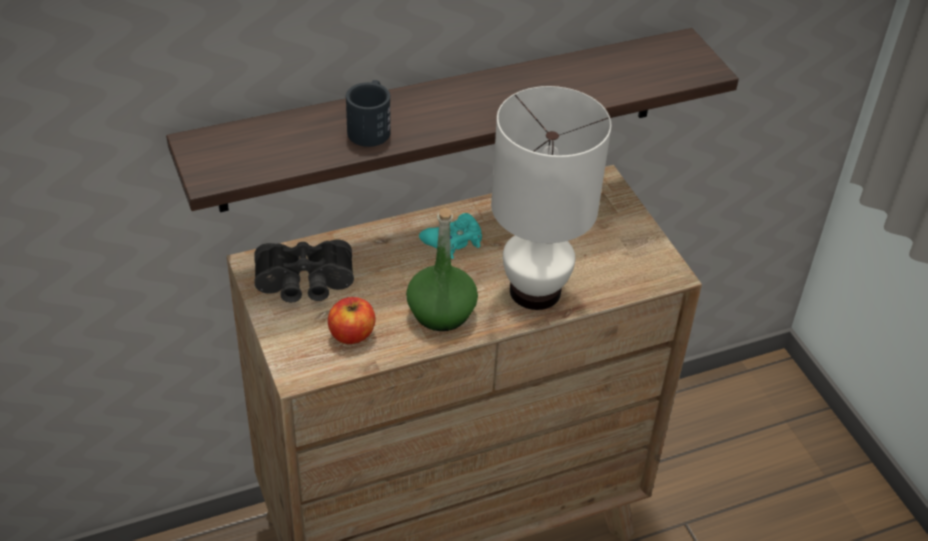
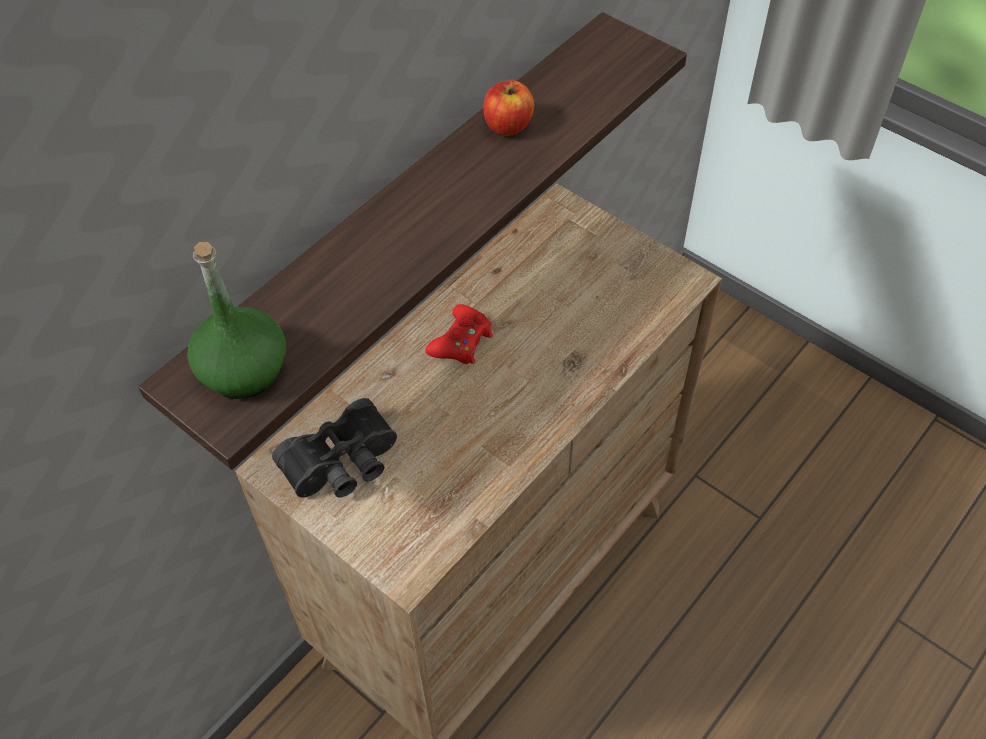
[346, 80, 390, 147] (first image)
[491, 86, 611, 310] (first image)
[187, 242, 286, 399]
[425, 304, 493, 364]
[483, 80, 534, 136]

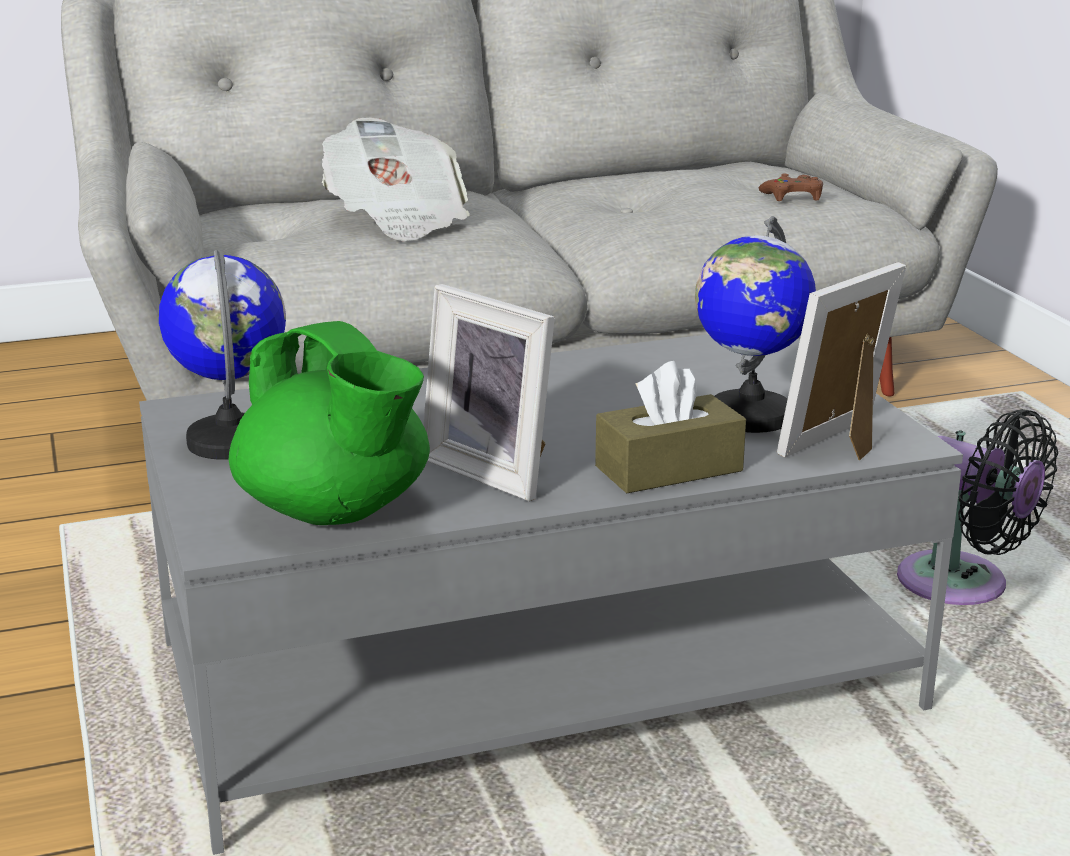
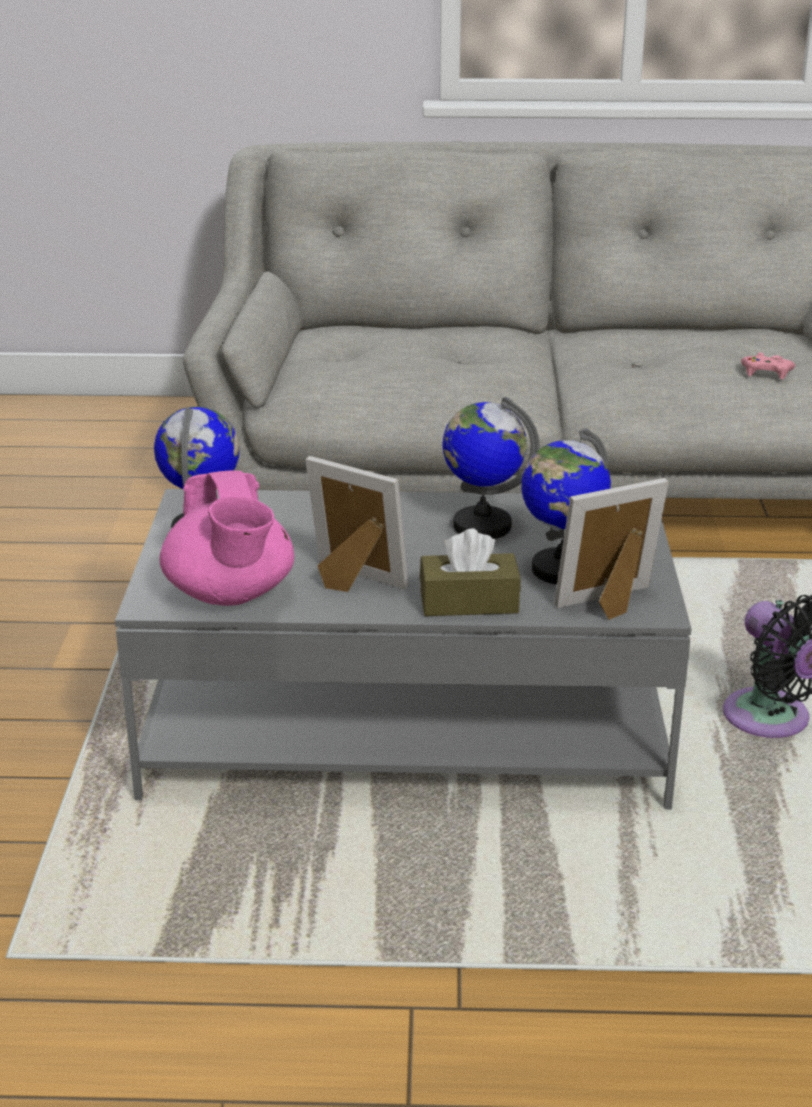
[322, 117, 470, 241] (first image)
[741, 353, 795, 379]
[305, 456, 408, 592]
[160, 470, 294, 606]
[442, 397, 540, 539]

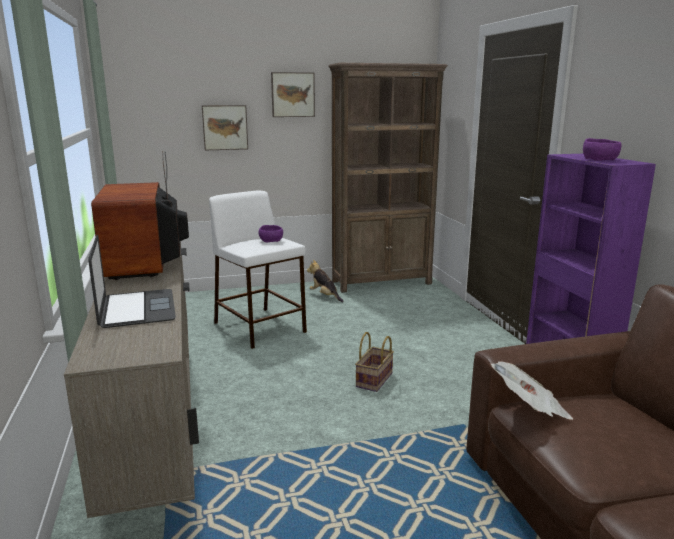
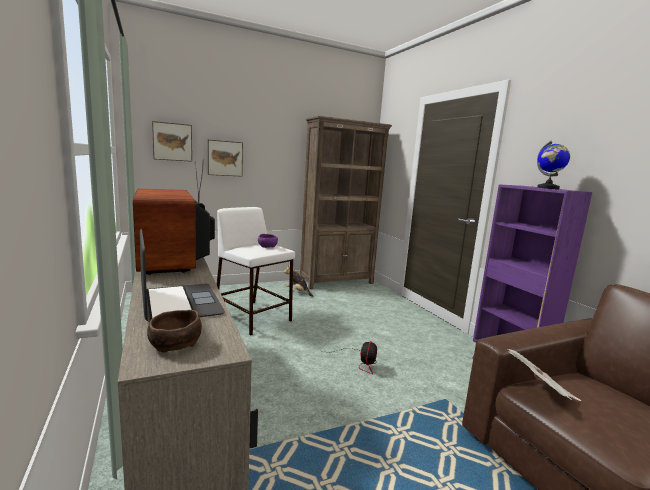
[152, 121, 192, 162]
[537, 140, 570, 189]
[323, 341, 377, 374]
[147, 310, 202, 353]

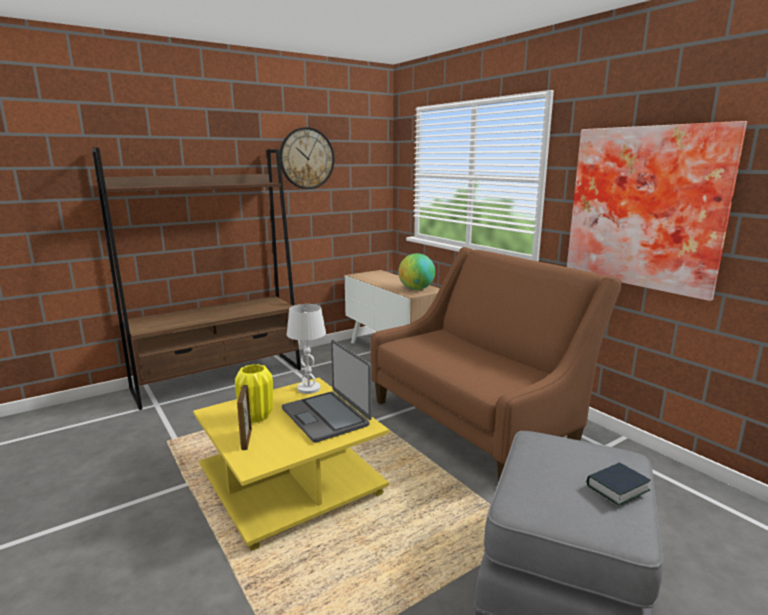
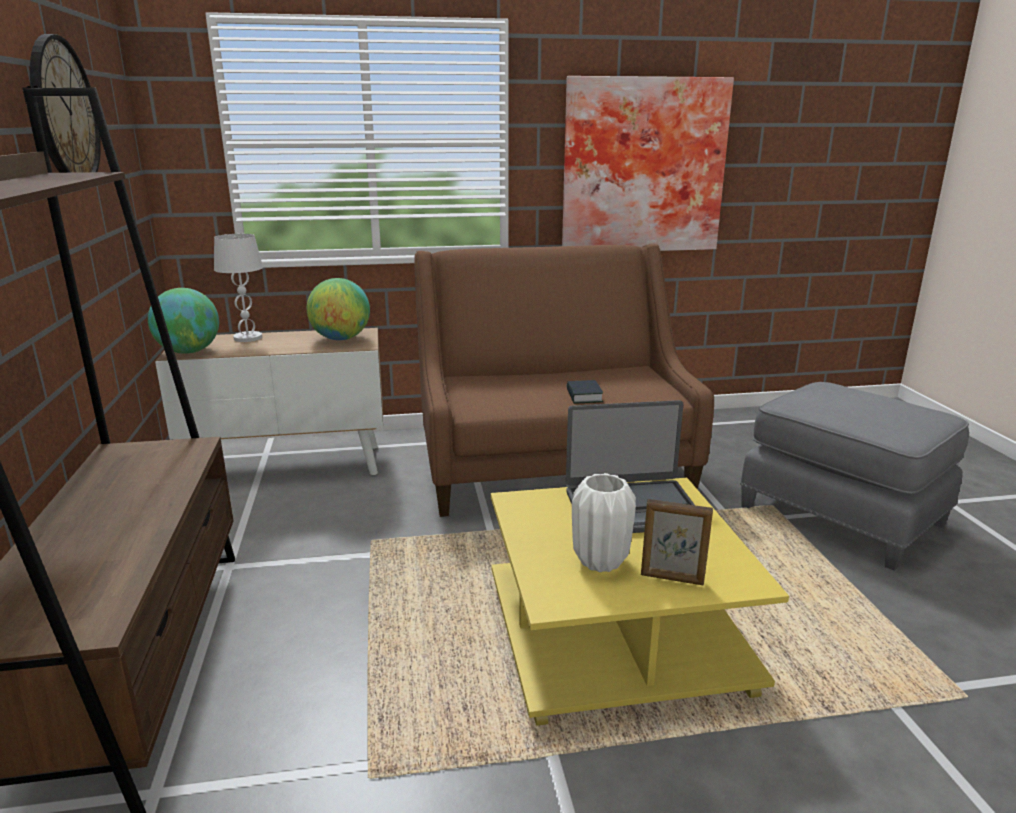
[214, 234, 263, 342]
[572, 473, 636, 572]
[567, 380, 603, 404]
[148, 288, 219, 354]

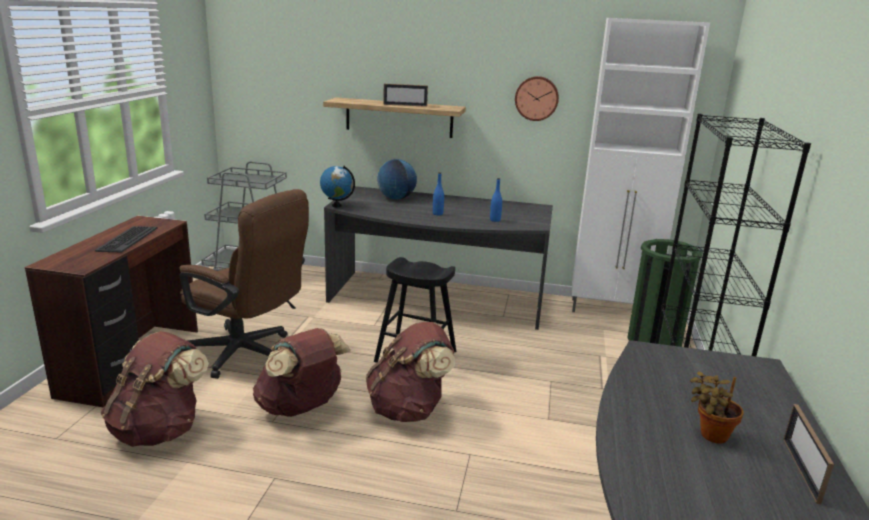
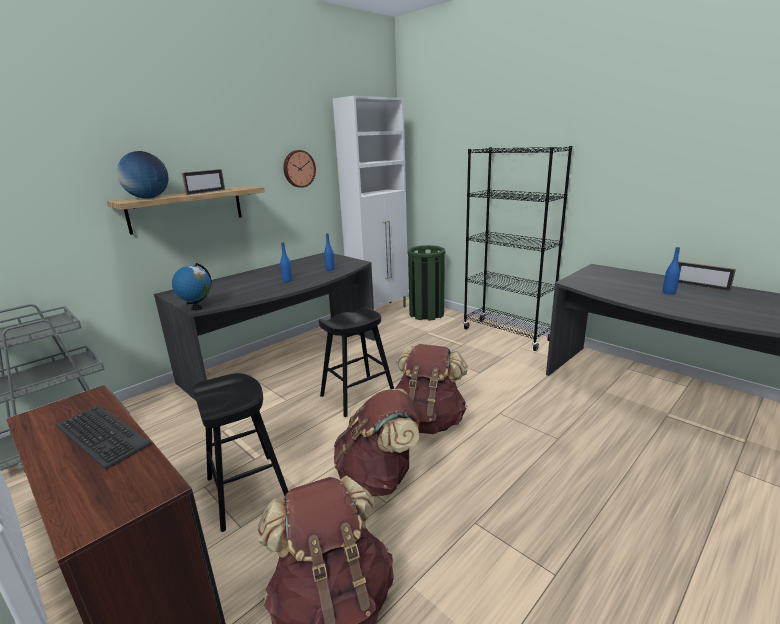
[117, 151, 169, 199]
[194, 373, 289, 532]
[663, 247, 680, 295]

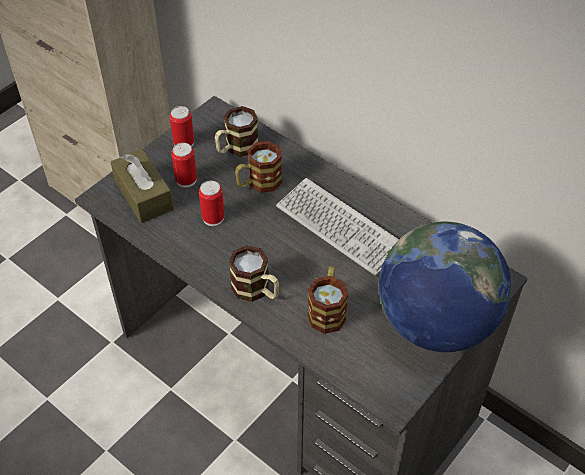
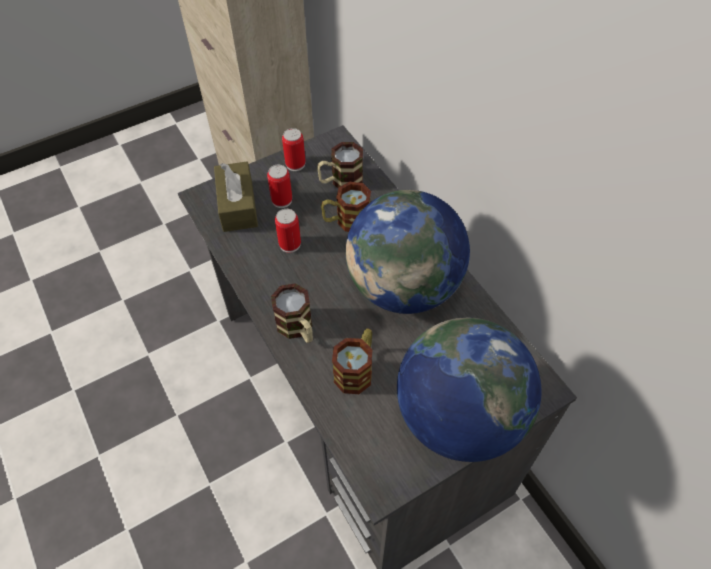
[346, 190, 470, 314]

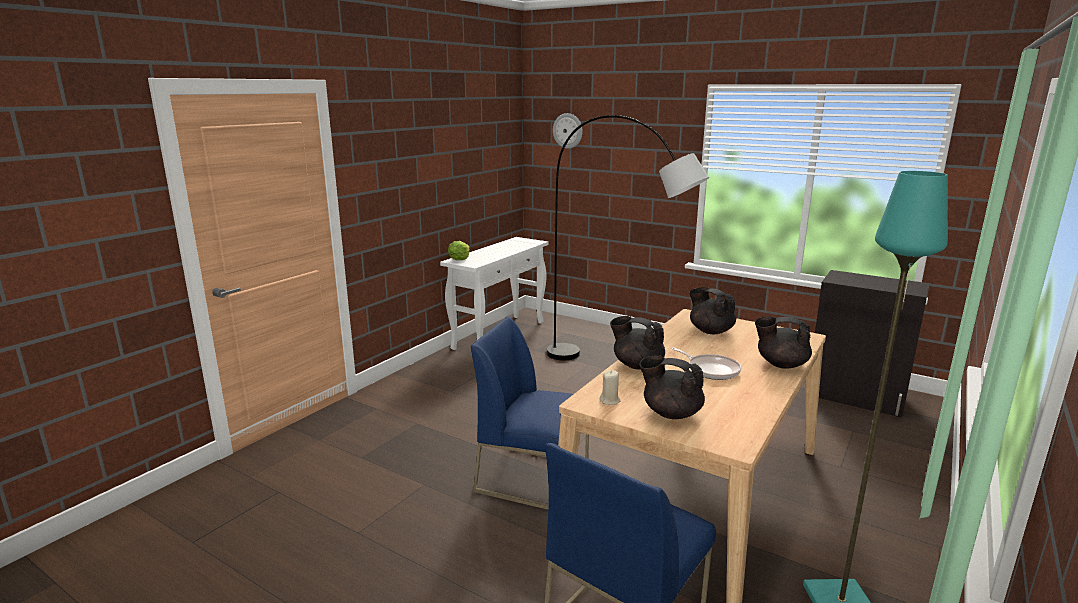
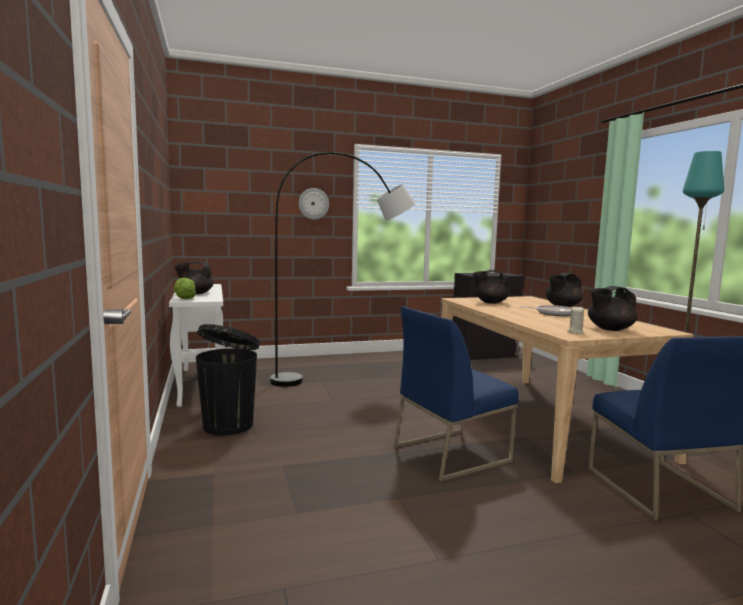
[299, 188, 329, 220]
[174, 261, 214, 294]
[196, 324, 260, 435]

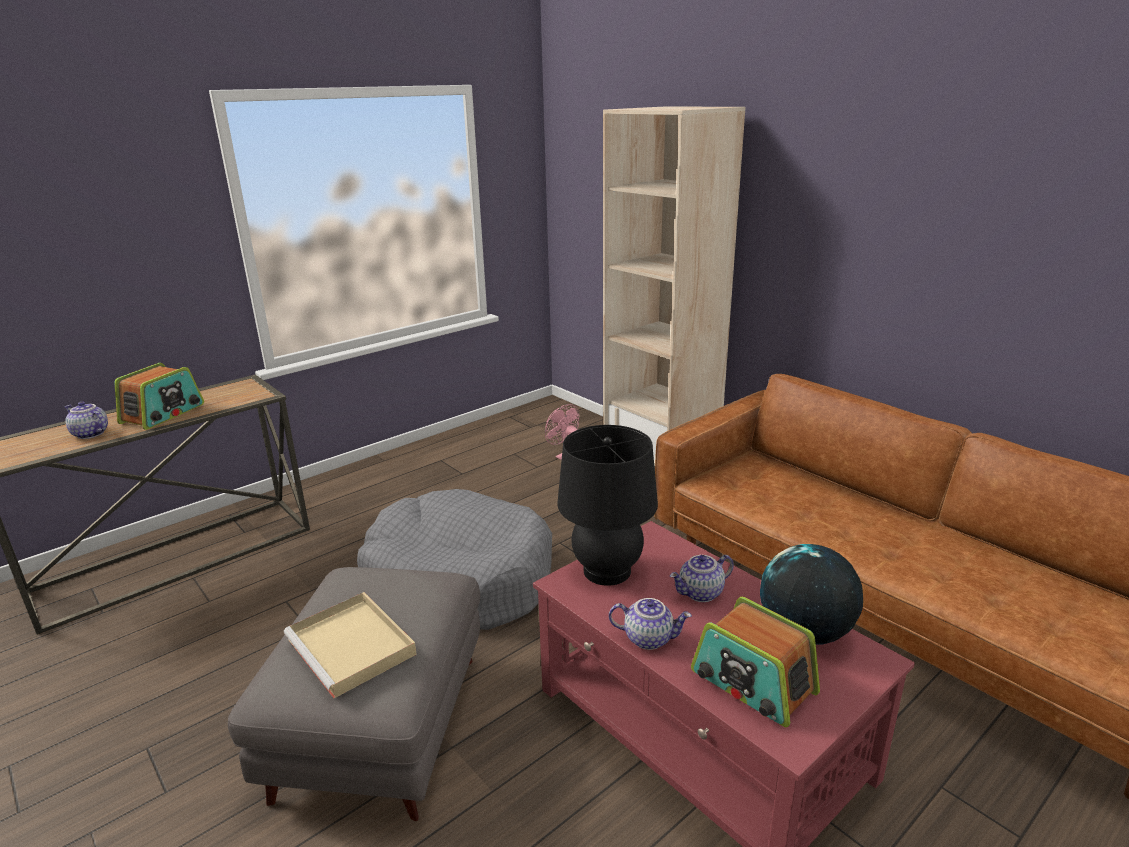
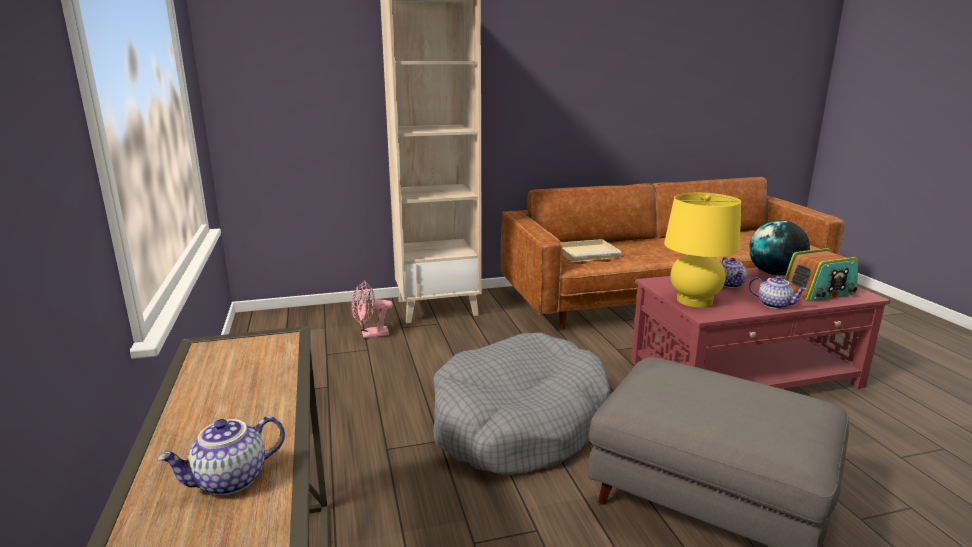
[114, 363, 204, 430] (first image)
[664, 193, 741, 308]
[561, 239, 622, 262]
[749, 276, 807, 309]

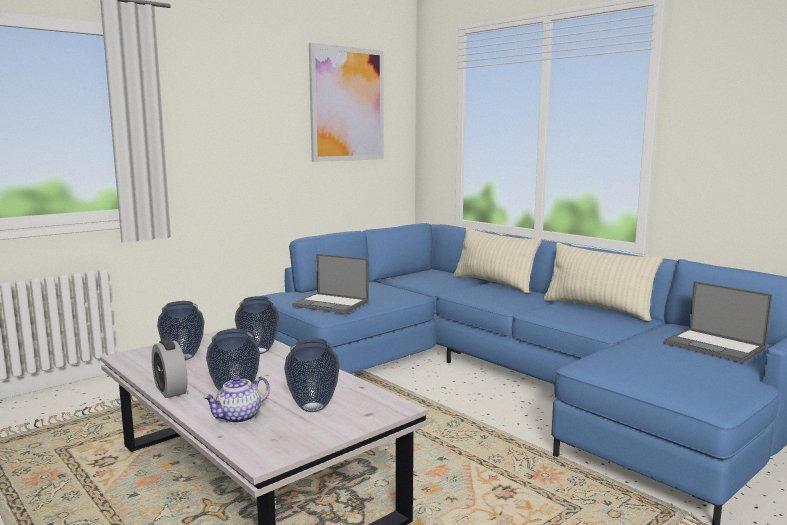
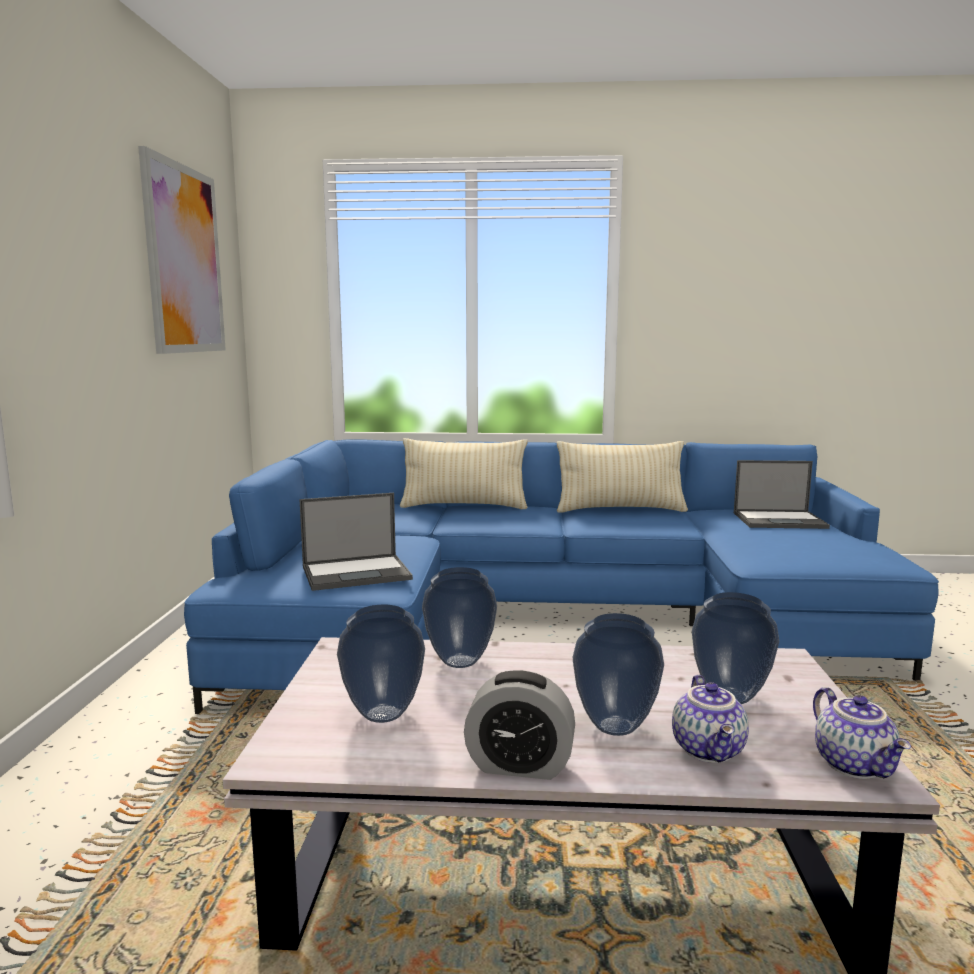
[813, 687, 911, 779]

